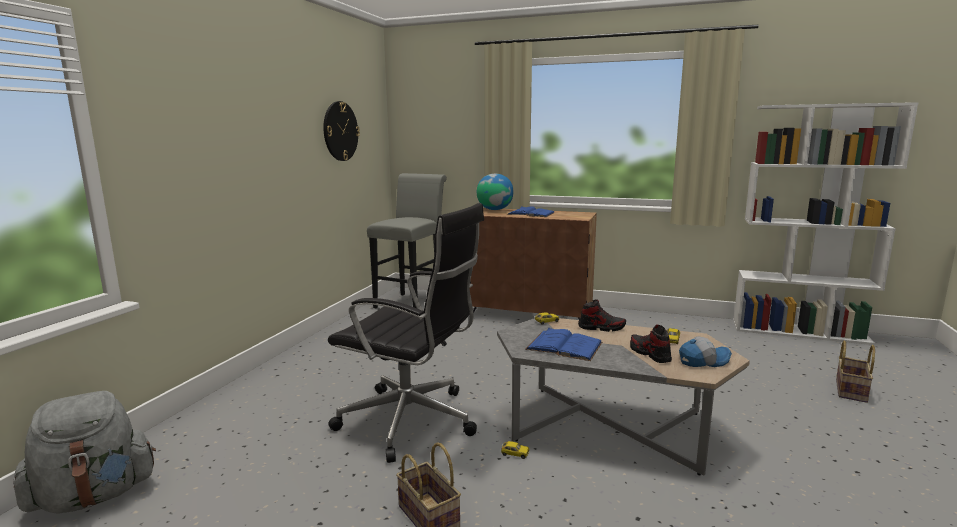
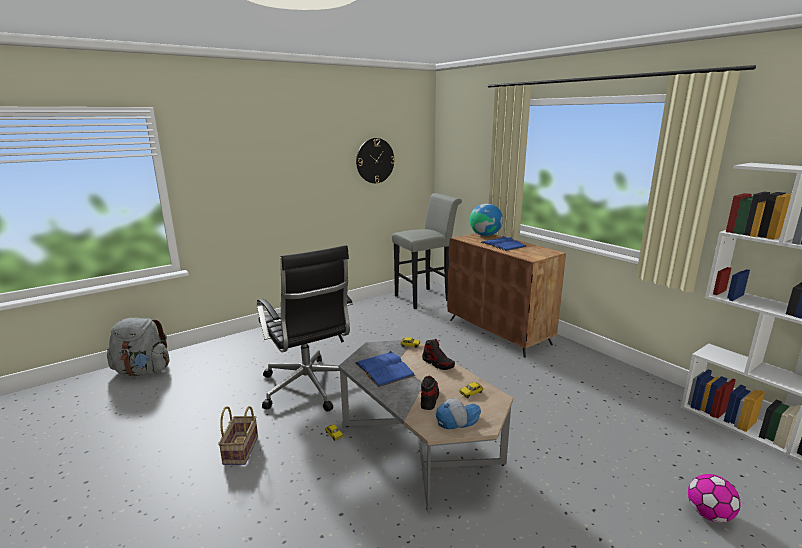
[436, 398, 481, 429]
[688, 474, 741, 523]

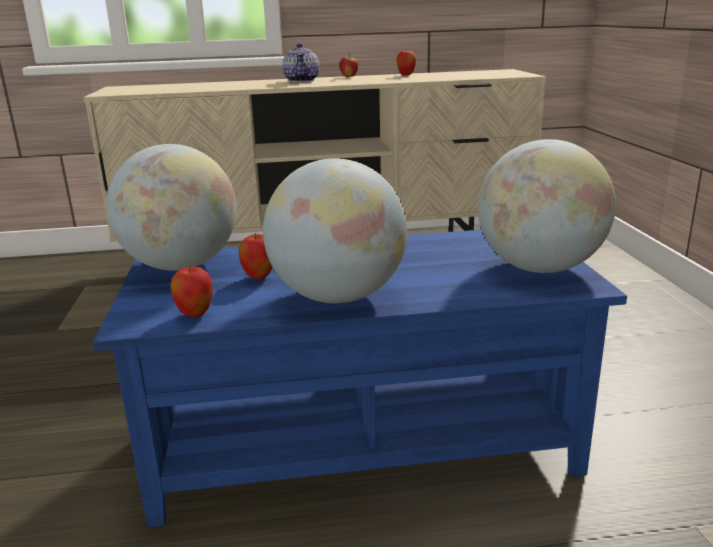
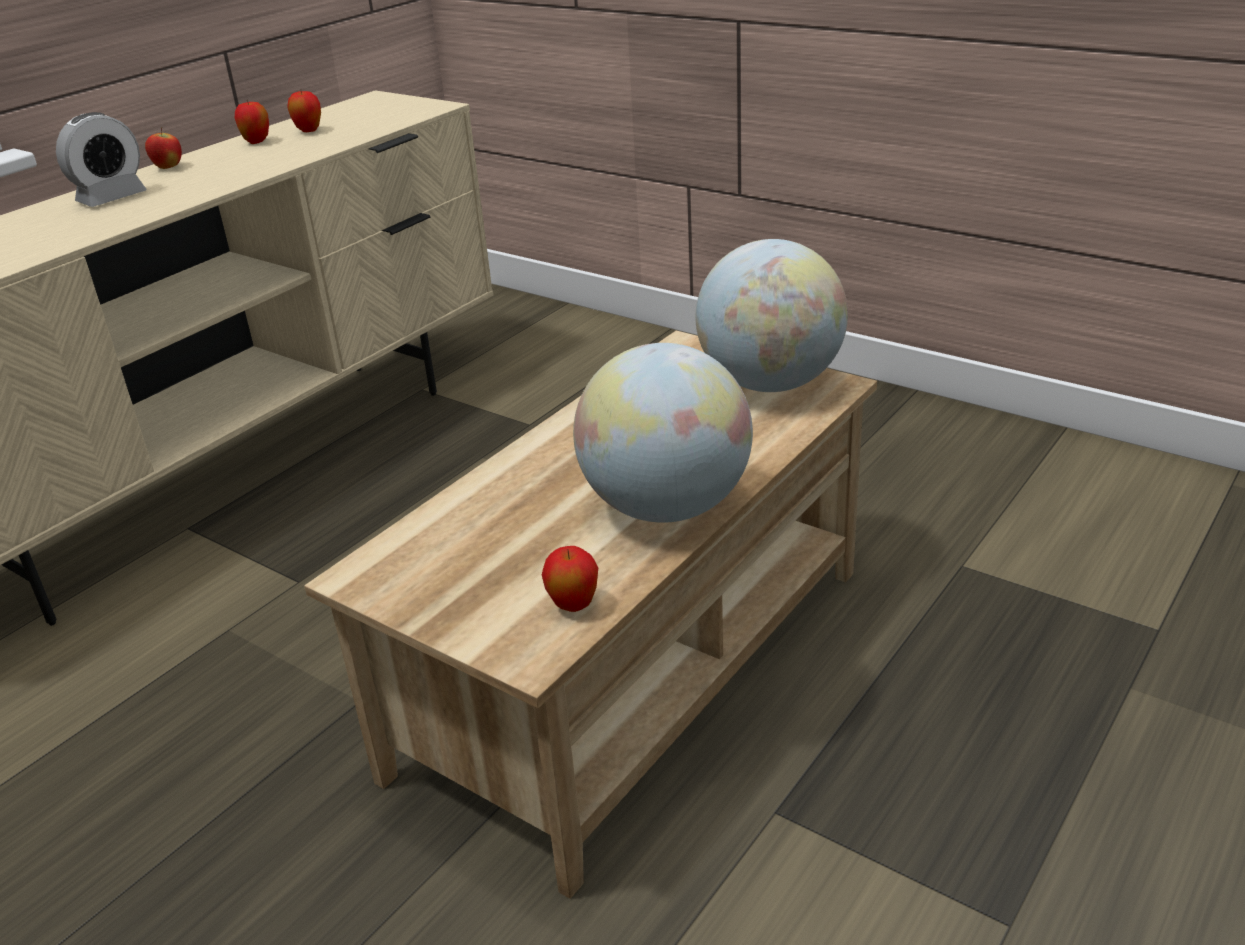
[56, 112, 147, 207]
[106, 144, 237, 270] (first image)
[304, 330, 877, 899]
[287, 91, 321, 132]

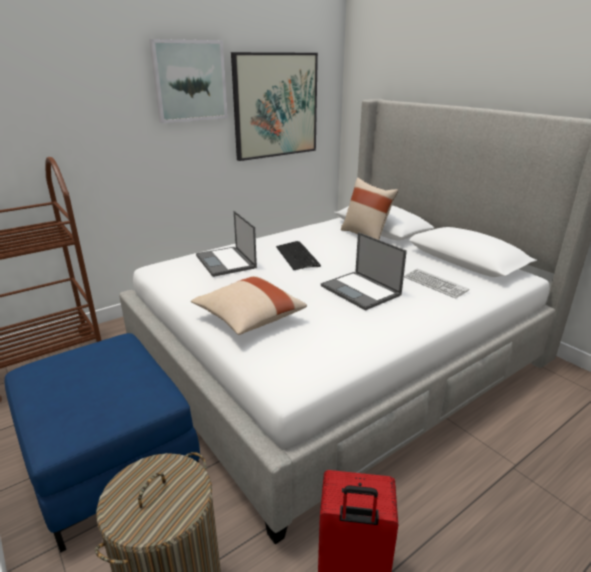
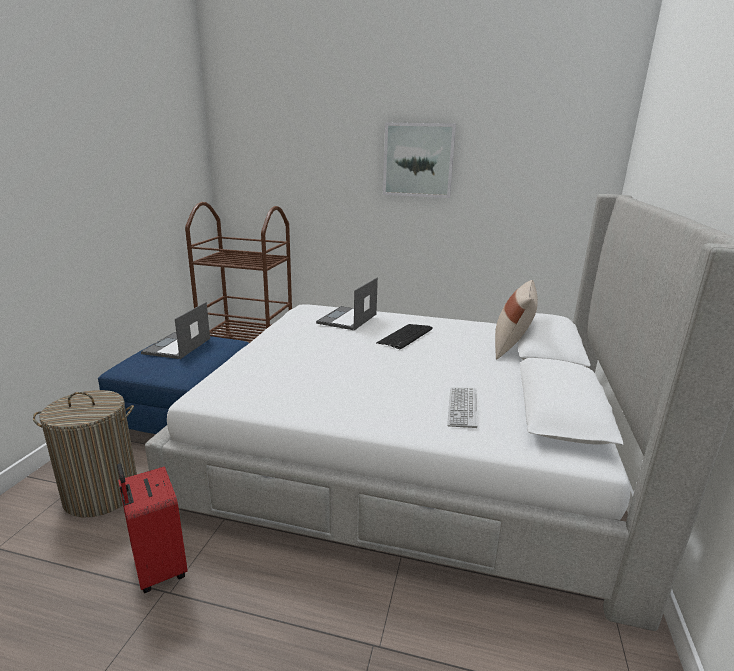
[231, 52, 318, 161] (first image)
[141, 302, 210, 359]
[191, 276, 307, 335] (first image)

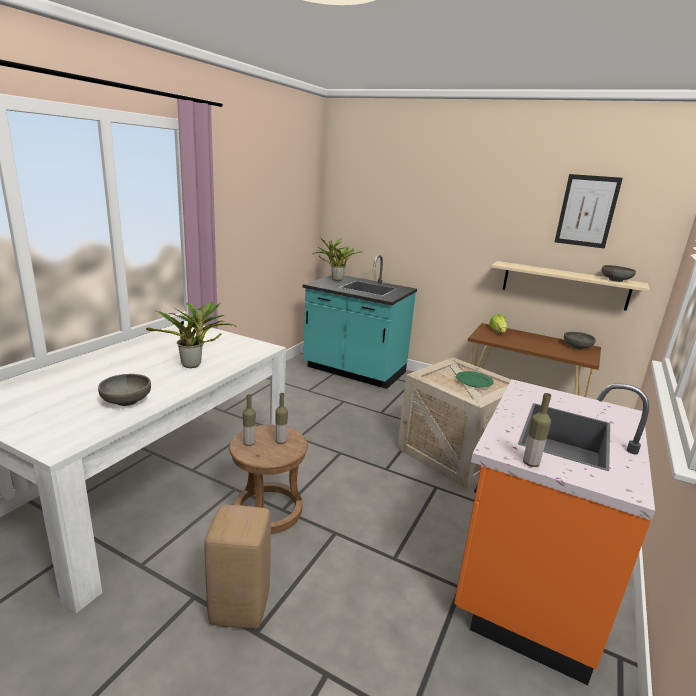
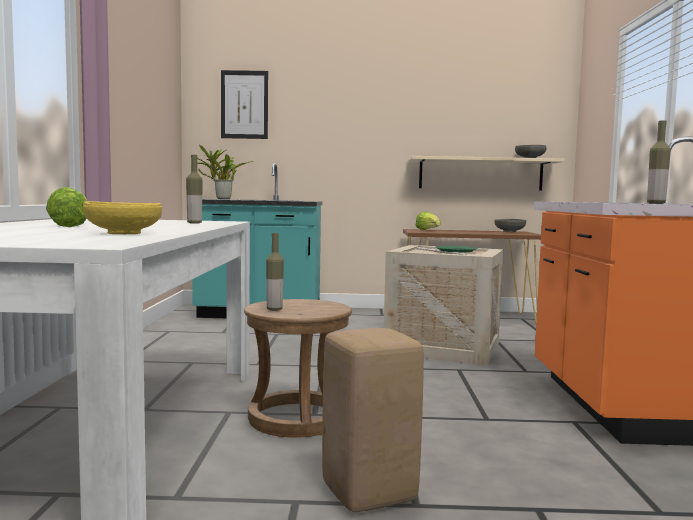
[221, 70, 268, 139]
[146, 302, 237, 368] (first image)
[83, 201, 162, 234]
[186, 155, 203, 224]
[46, 187, 87, 227]

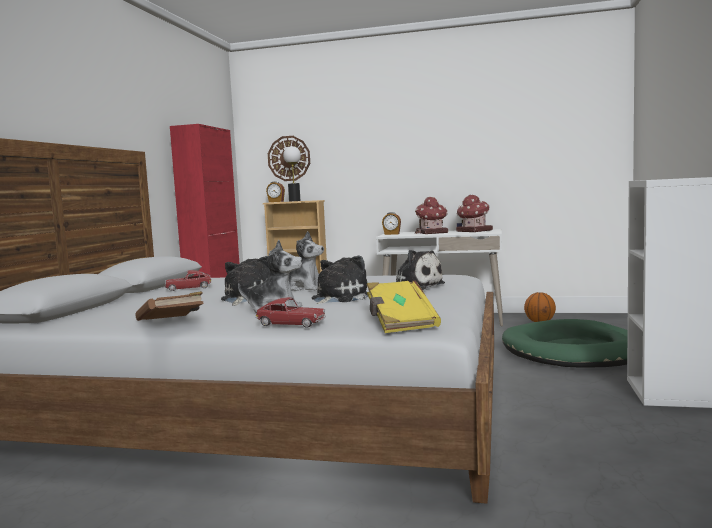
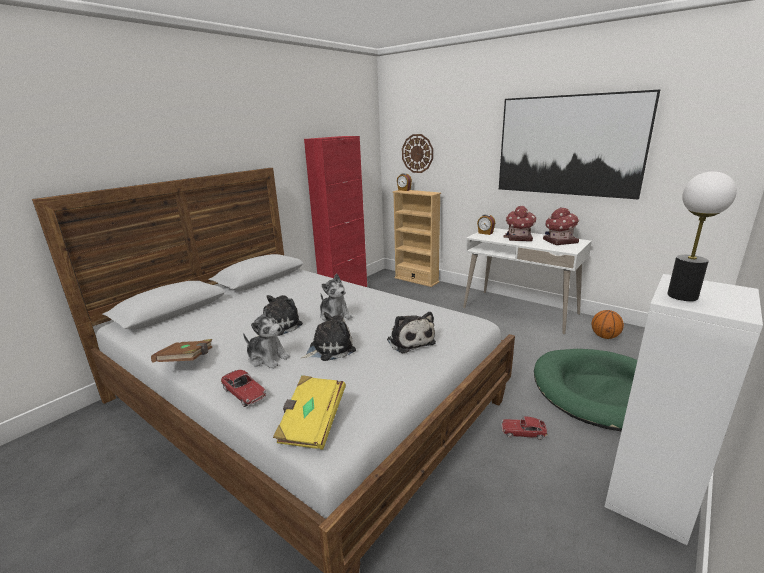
[667, 171, 737, 301]
[501, 416, 548, 440]
[499, 90, 660, 199]

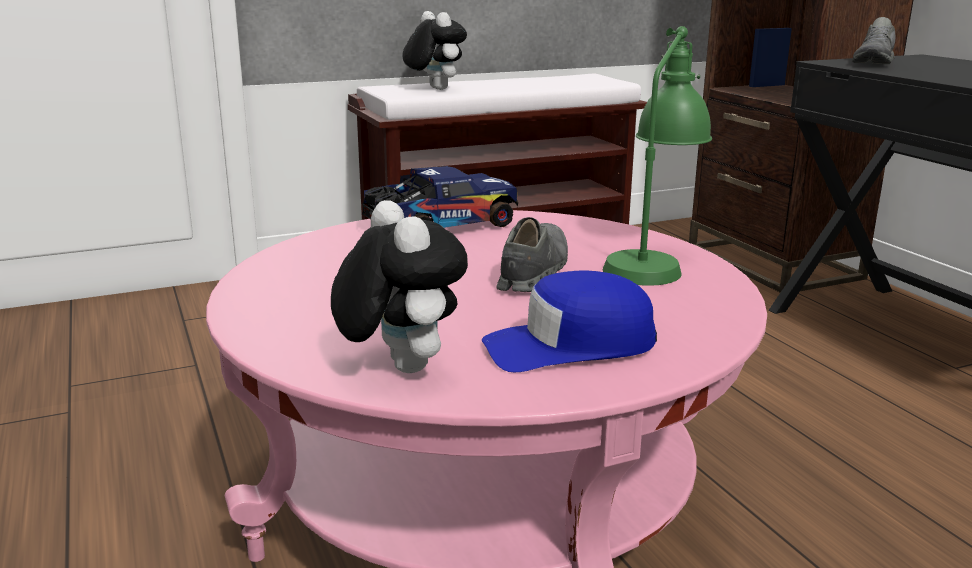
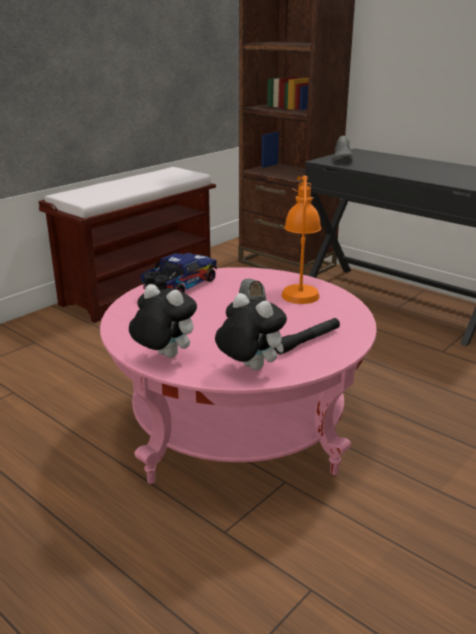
[129, 284, 197, 358]
[281, 175, 321, 304]
[274, 318, 340, 354]

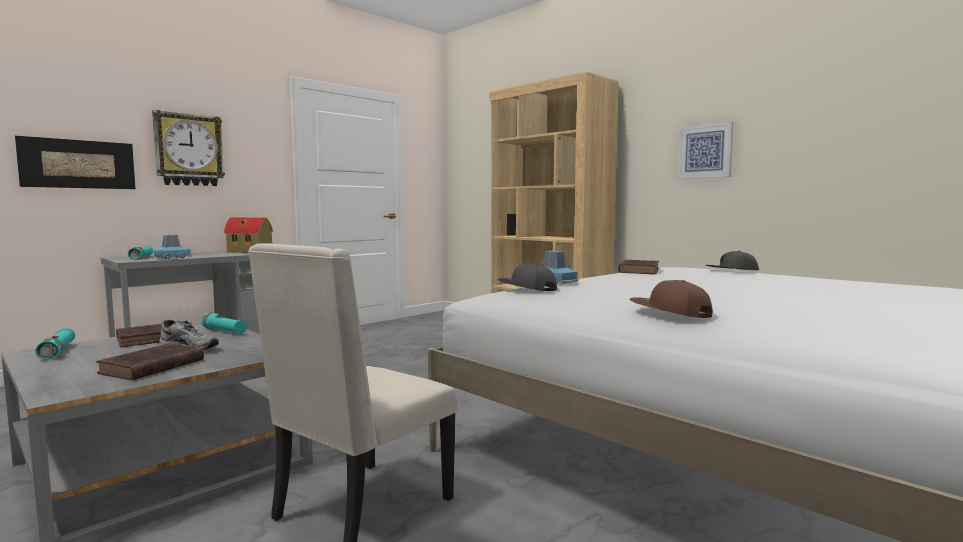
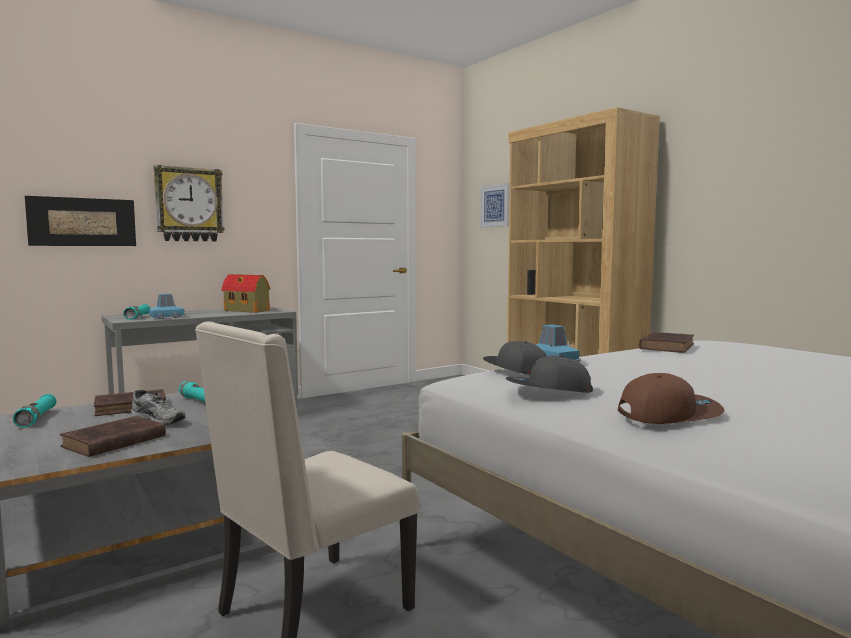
[480, 183, 510, 227]
[506, 355, 593, 393]
[618, 373, 725, 424]

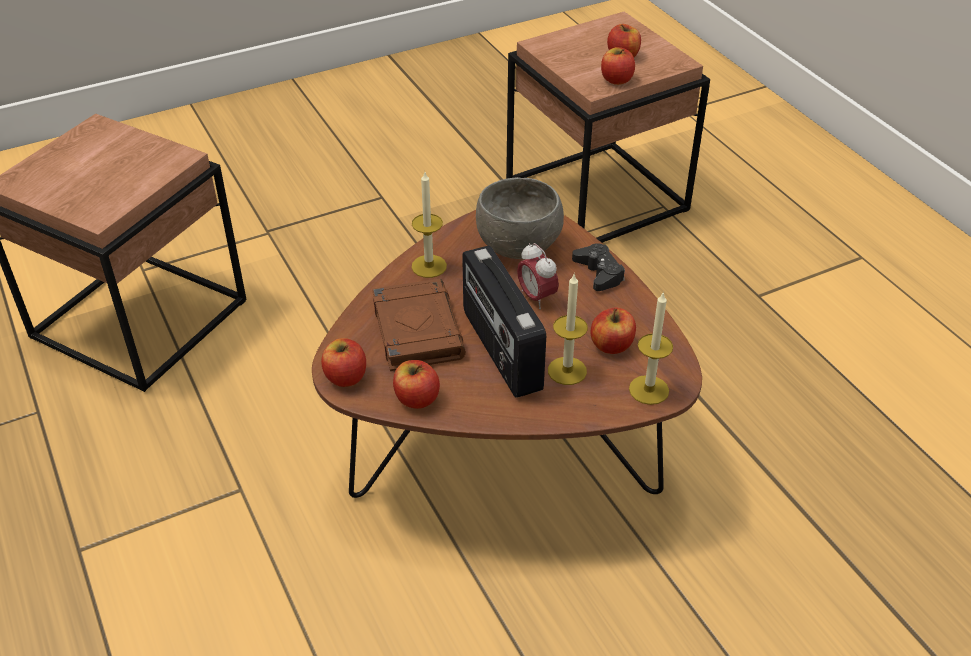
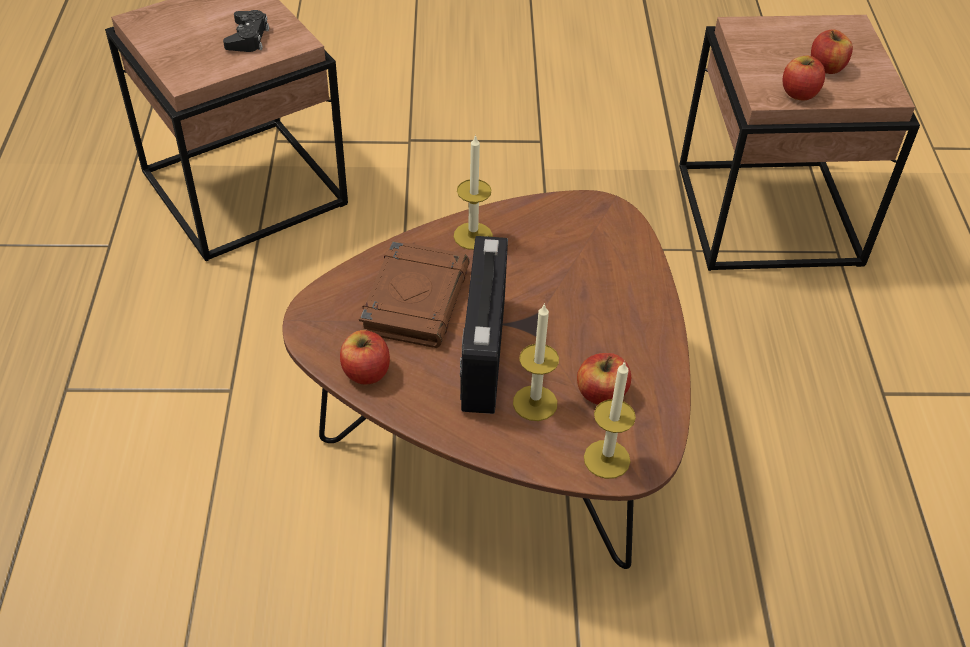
[476, 177, 564, 259] (first image)
[517, 243, 559, 309] (first image)
[223, 10, 270, 52]
[321, 338, 366, 387] (first image)

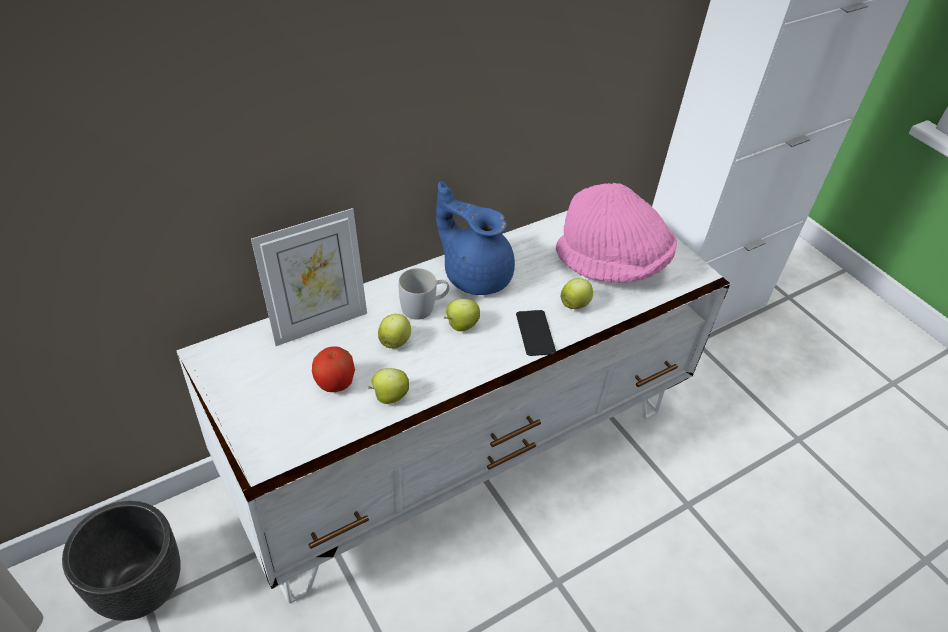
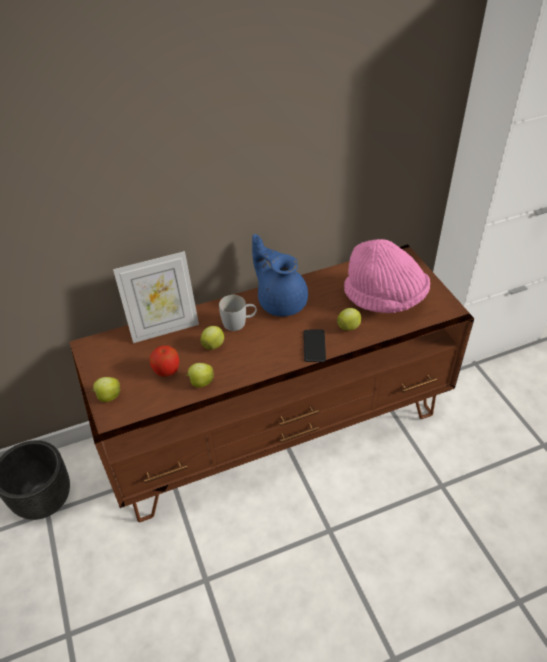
[69, 244, 474, 522]
[92, 377, 120, 402]

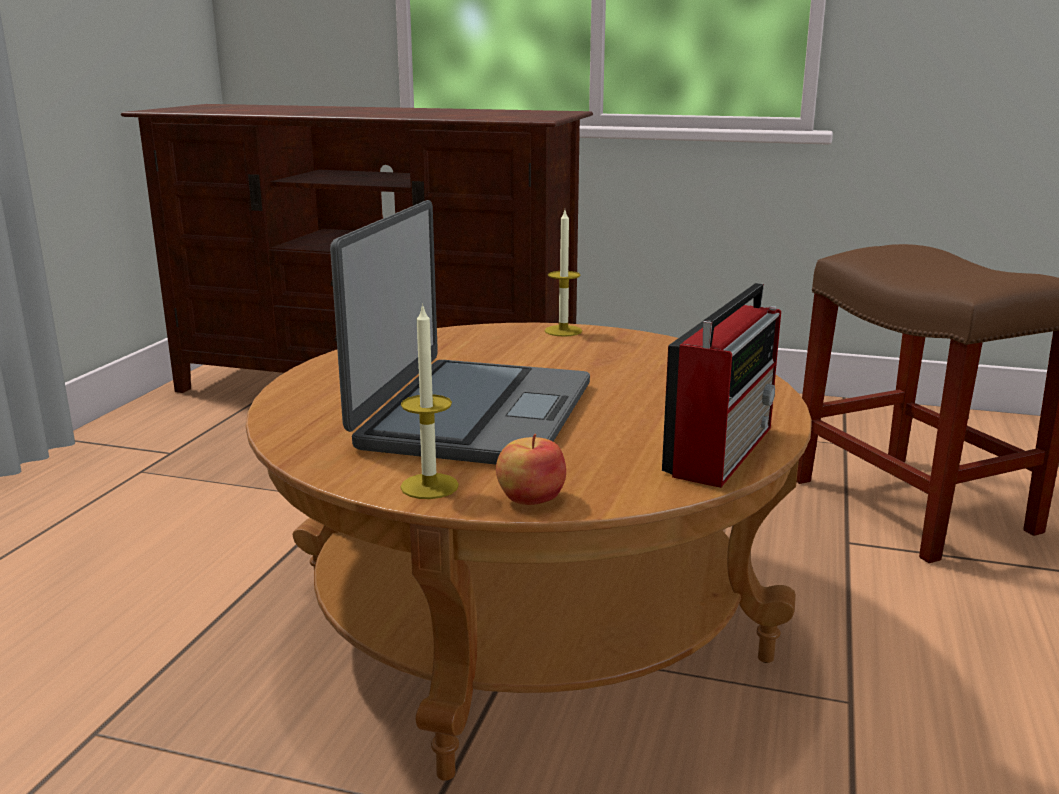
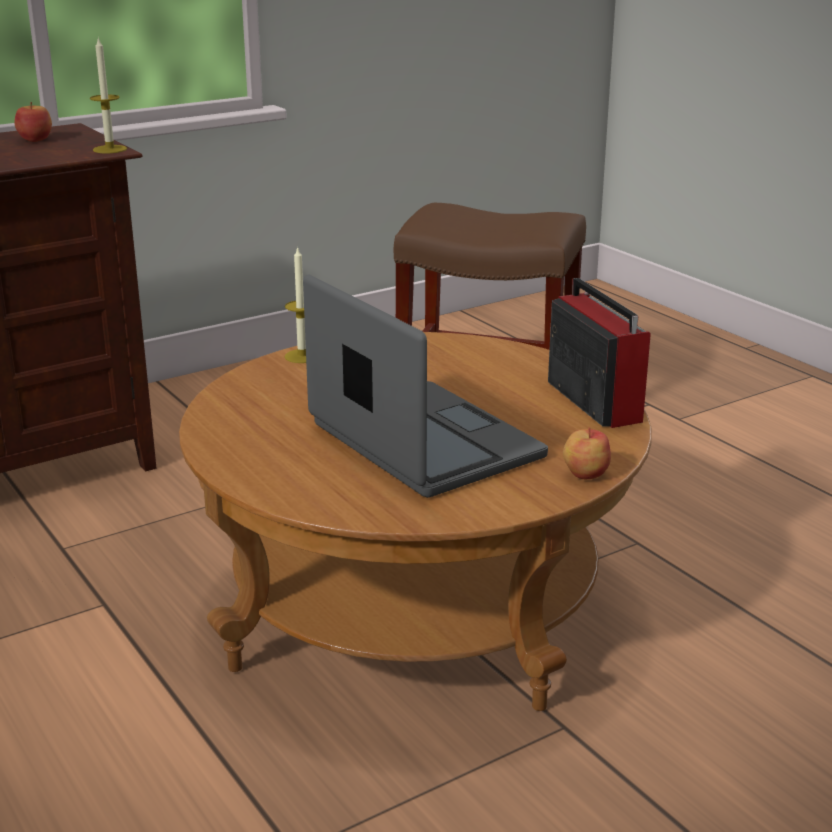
[90, 37, 127, 153]
[14, 102, 52, 142]

